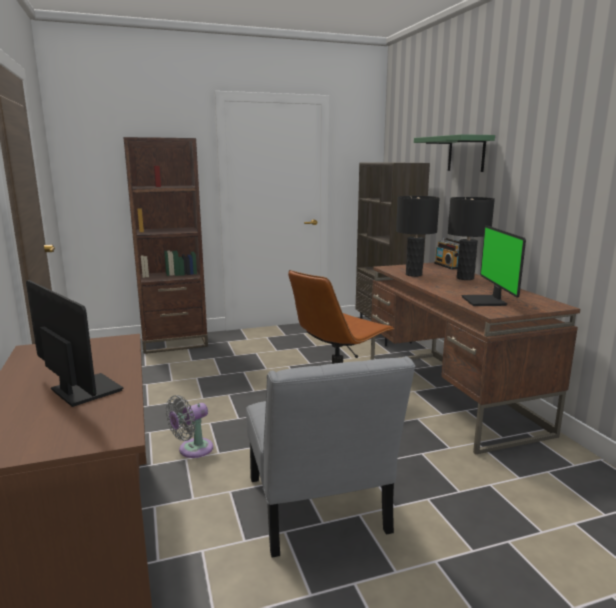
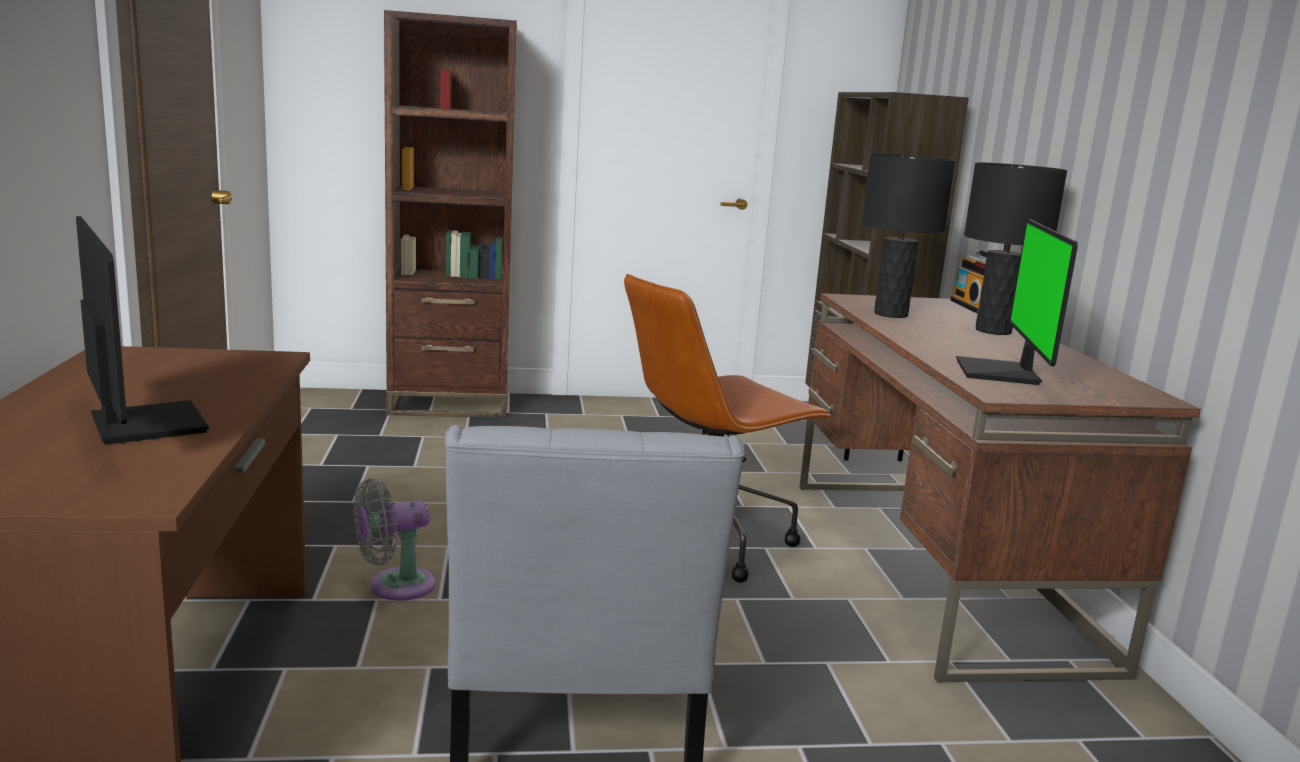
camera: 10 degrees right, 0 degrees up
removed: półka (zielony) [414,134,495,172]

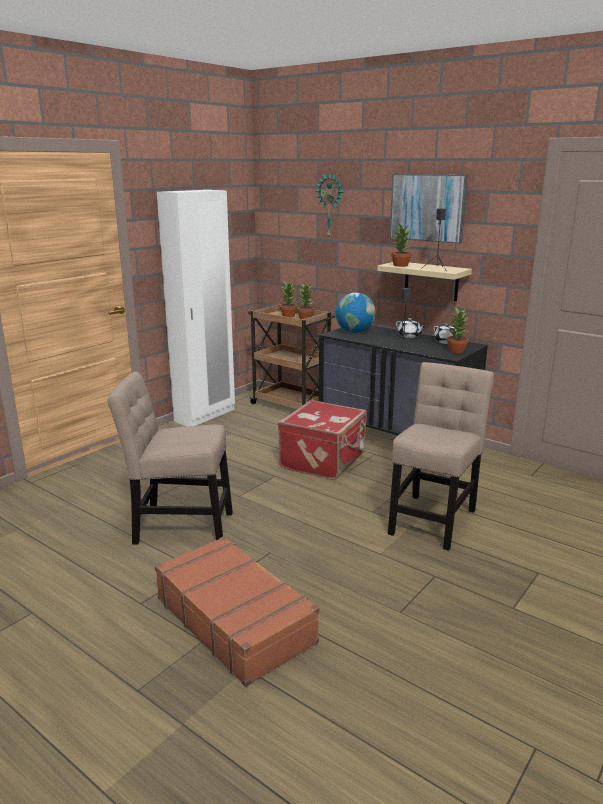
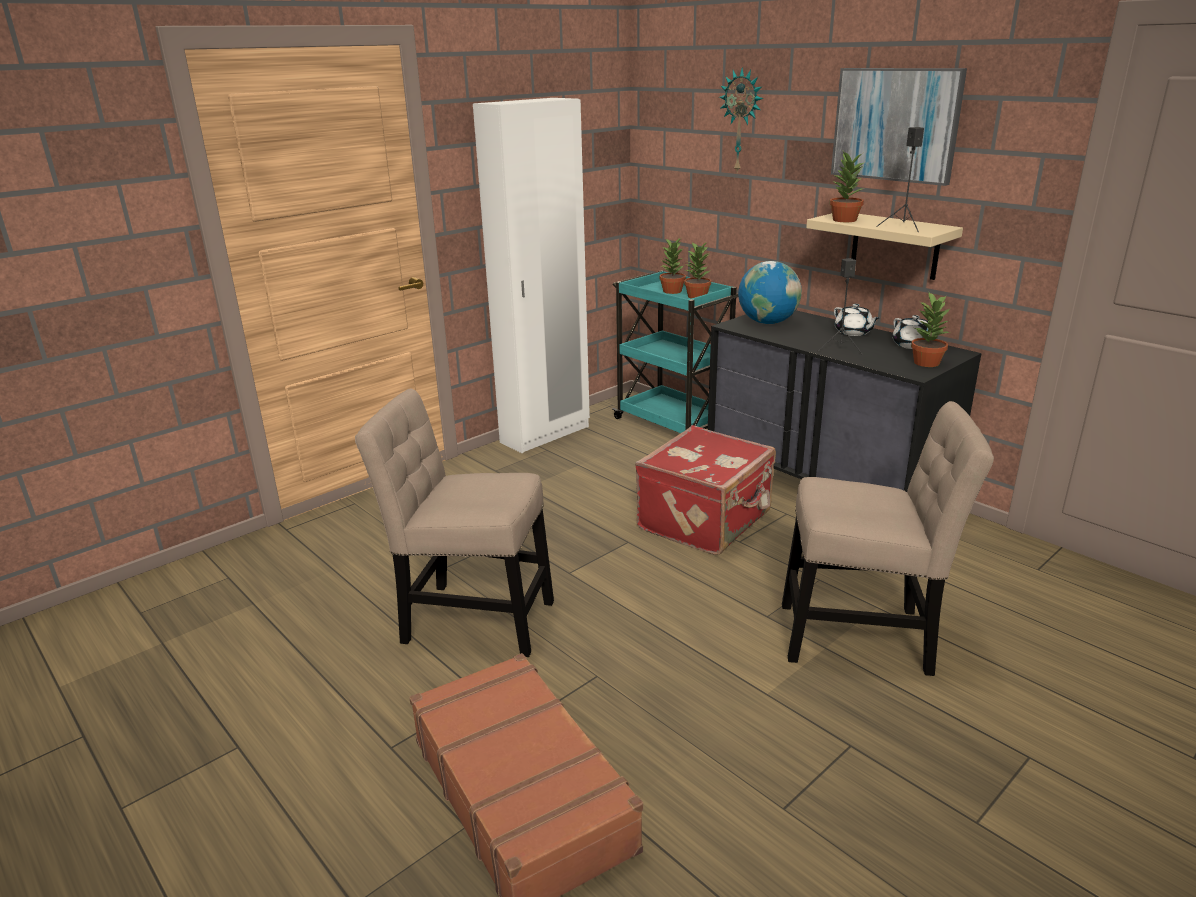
camera: 10 degrees right, 5 degrees up
recoloured: wózek (brązowy) [248,304,335,409] to wózek (turkusowy) [612,270,738,433]
turned: krzesło (beżowy) [388,362,494,551] = [782,401,994,676] 60 degrees clockwise

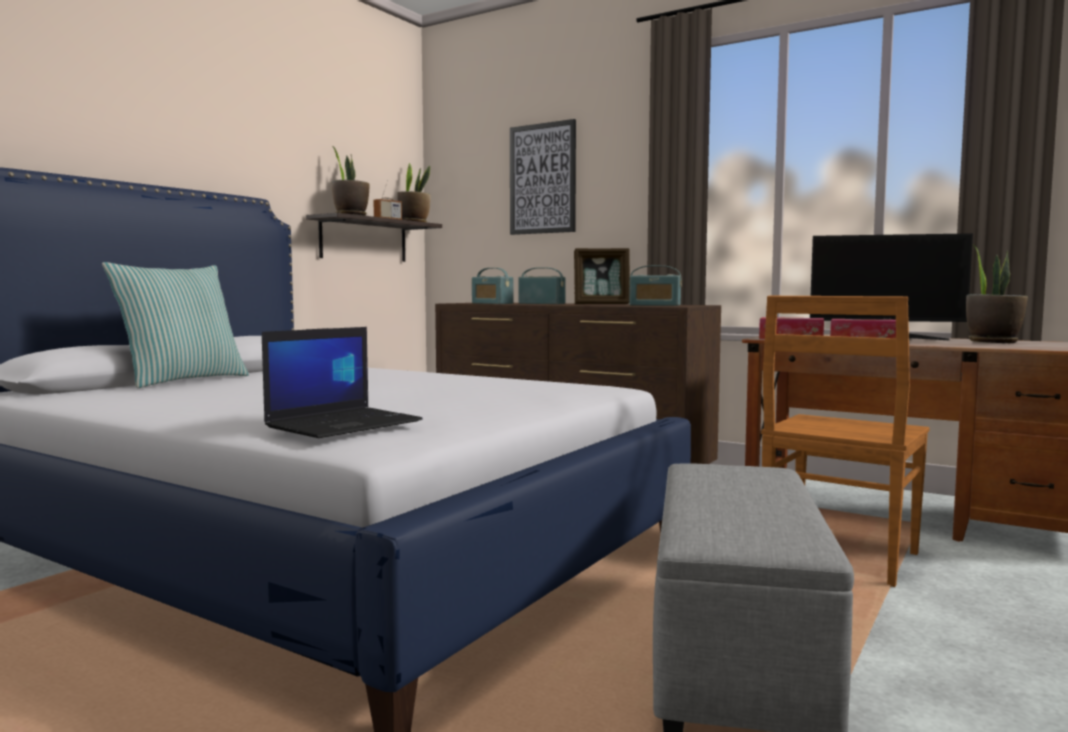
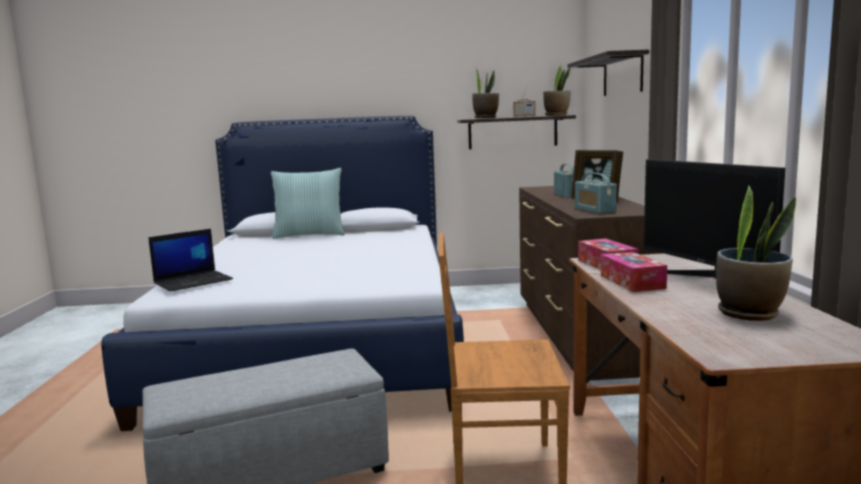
camera: 55 degrees right, 5 degrees up
removed: radio [472,268,513,304]
replaced: obraz [510,119,576,235] to półka [567,49,649,96]
turned: laptop [262,327,423,438] = [148,229,233,292] 45 degrees counterclockwise

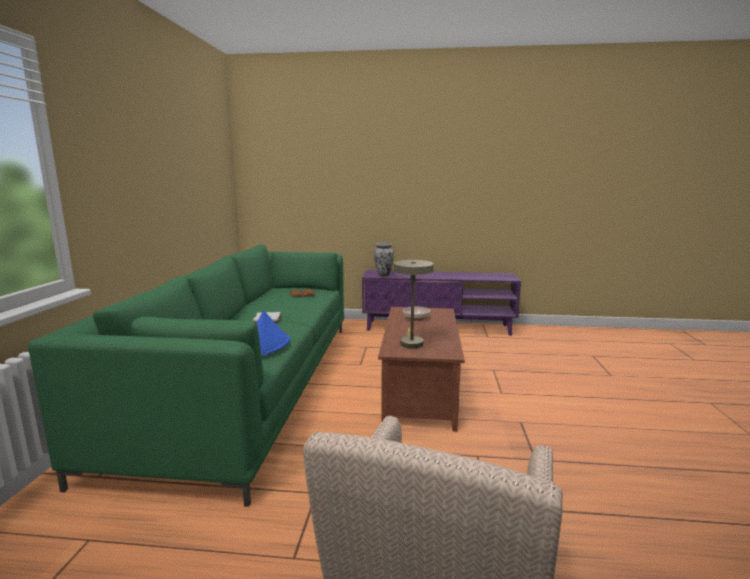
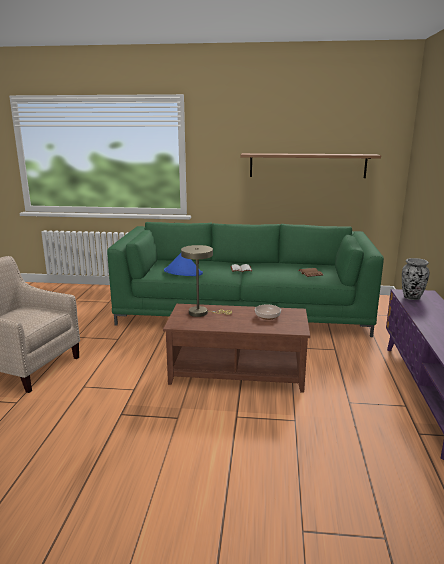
camera: 90 degrees right, 5 degrees up
added: półka [241,153,381,178]

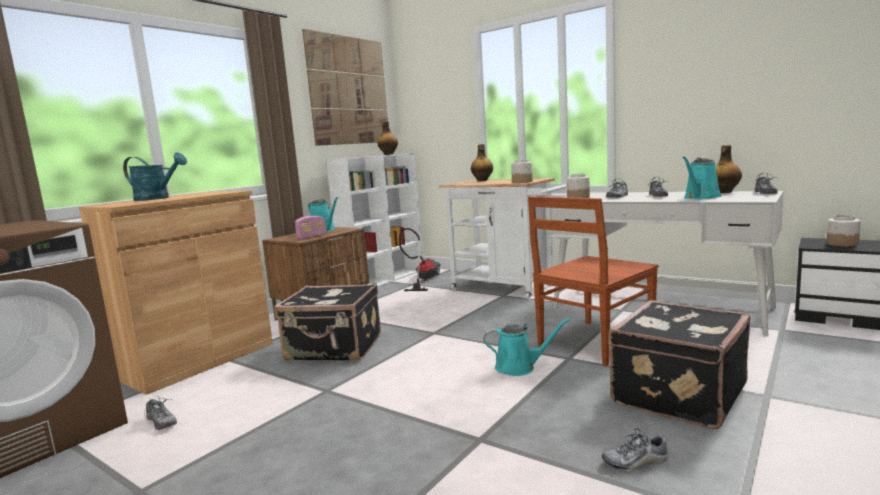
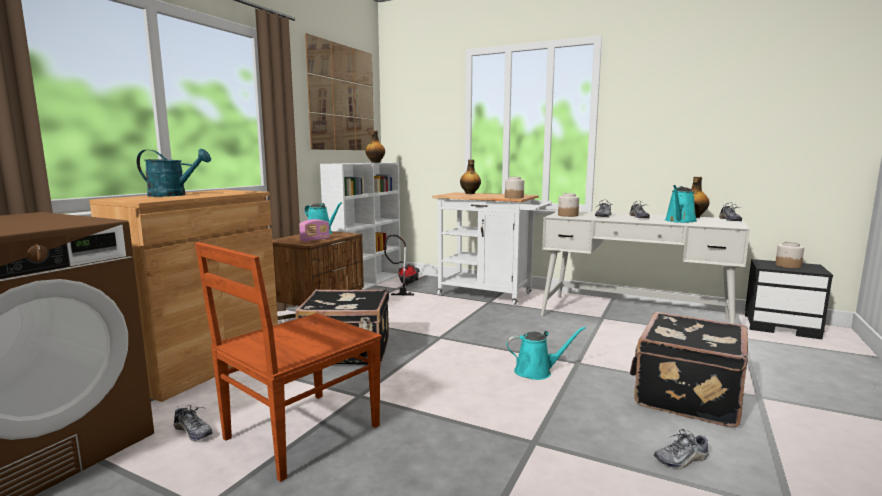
camera: 10 degrees left, 0 degrees up
moved: krzesło (brązowy) [528,196,659,366] to [195,242,382,482]

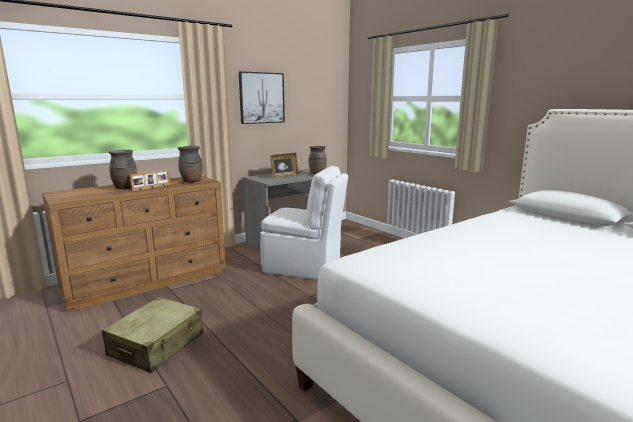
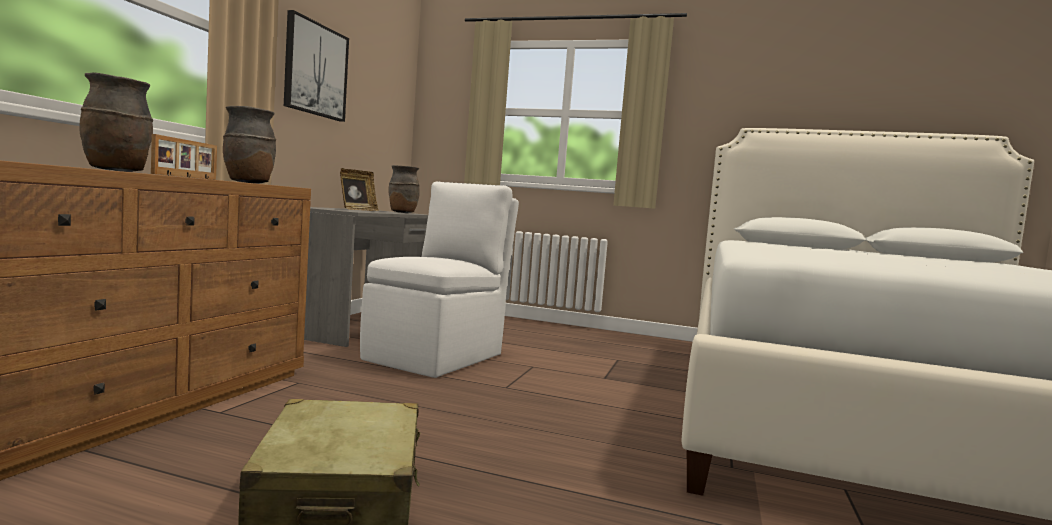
camera: 35 degrees left, 10 degrees down
turned: krzesło (biały) [260,166,348,280] = [360,181,519,378] 45 degrees counterclockwise

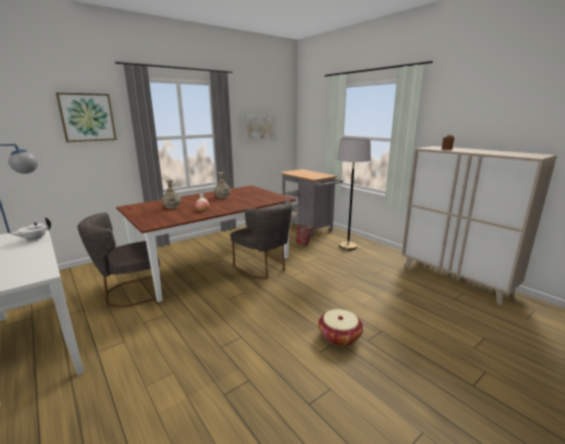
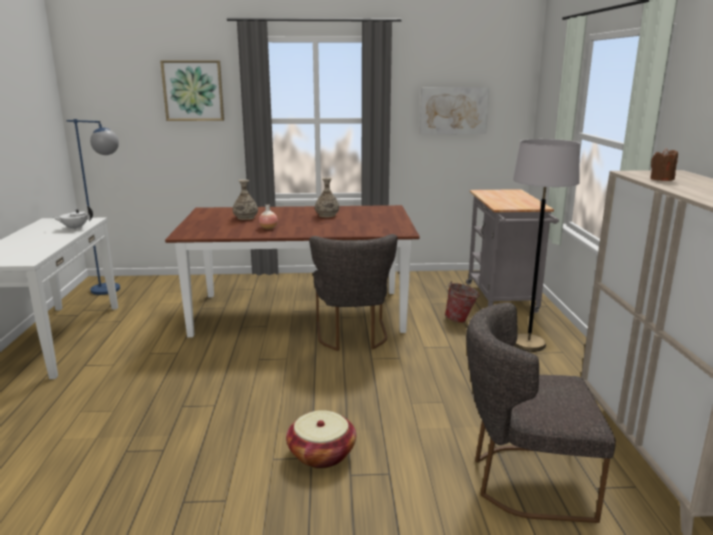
camera: 35 degrees right, 0 degrees up
moved: krzesło (szary) [77,212,163,308] to [466,302,616,523]

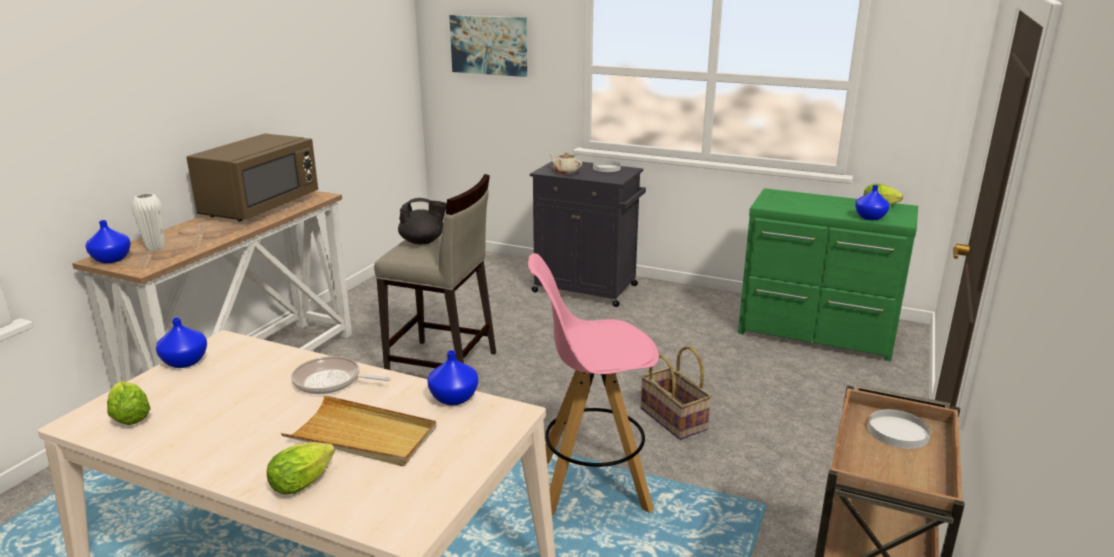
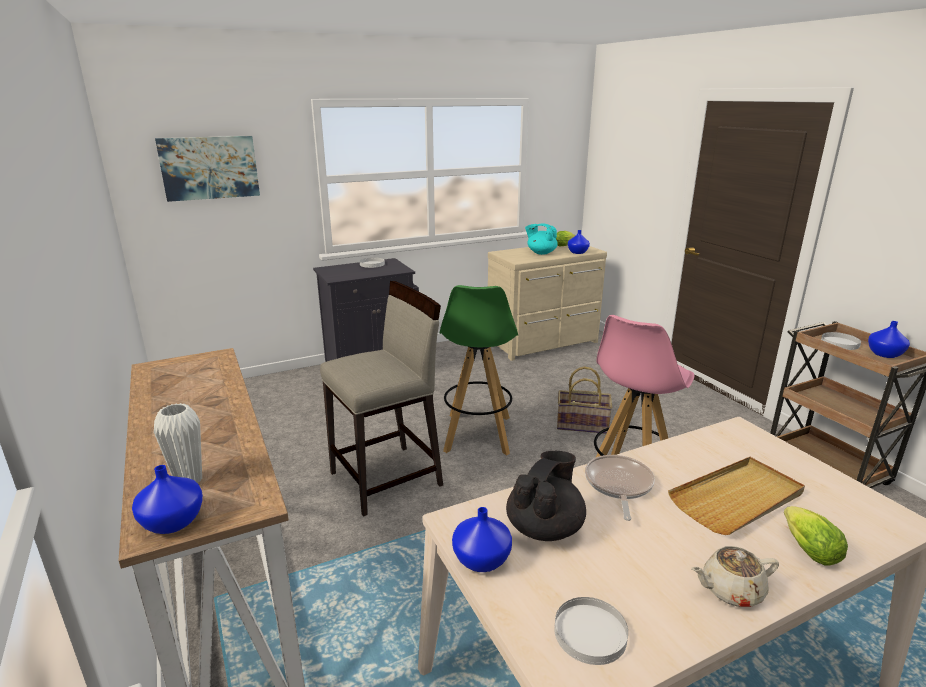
camera: 50 degrees left, 0 degrees up
removed: mikrofalówka (brązowy) [186,134,318,222]
added: stołek (zielony) [440,285,518,456]; imbryk (turkusowy) [525,223,558,255]
moved: imbryk (czarny) [398,198,447,244] to [506,451,586,541]; wazon (niebieski) [427,350,478,406] to [868,321,910,358]; imbryk (beżowy) [549,152,582,174] to [691,546,779,607]
replaced: sałata [107,381,151,425] to talerz (biały) [554,597,628,665]
recoloured: komoda (zielony) [738,188,918,362] to komoda (beżowy) [488,245,607,361]
turned: patelnia [291,356,391,394] = [585,455,655,521] 135 degrees clockwise

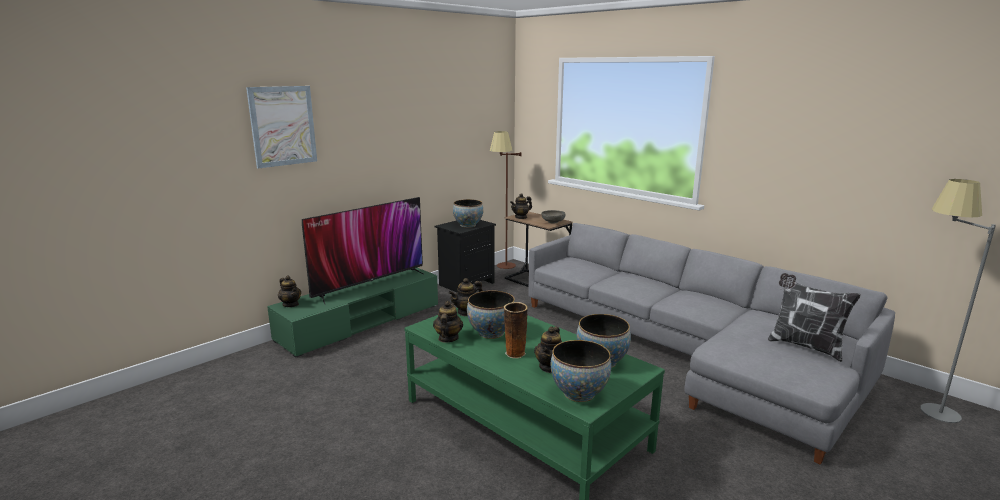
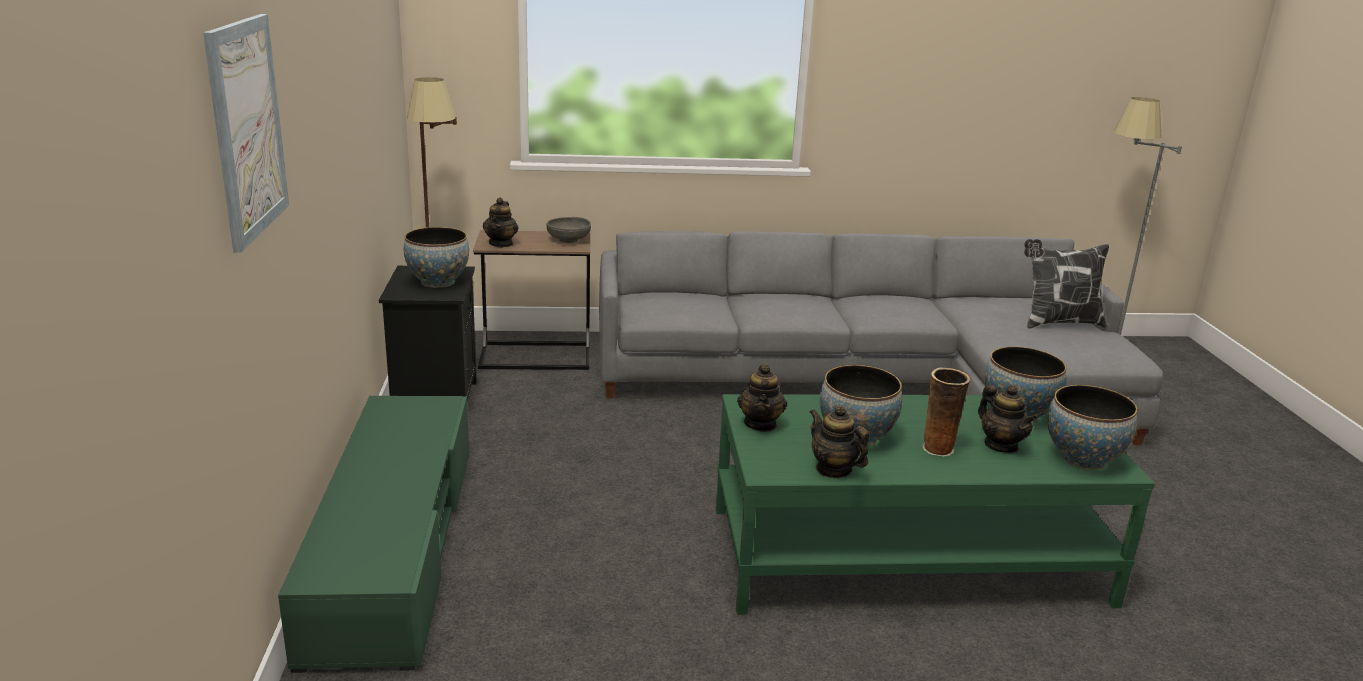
camera: 50 degrees left, 5 degrees up
removed: imbryk [278,276,301,307]; telewizor [302,197,425,306]

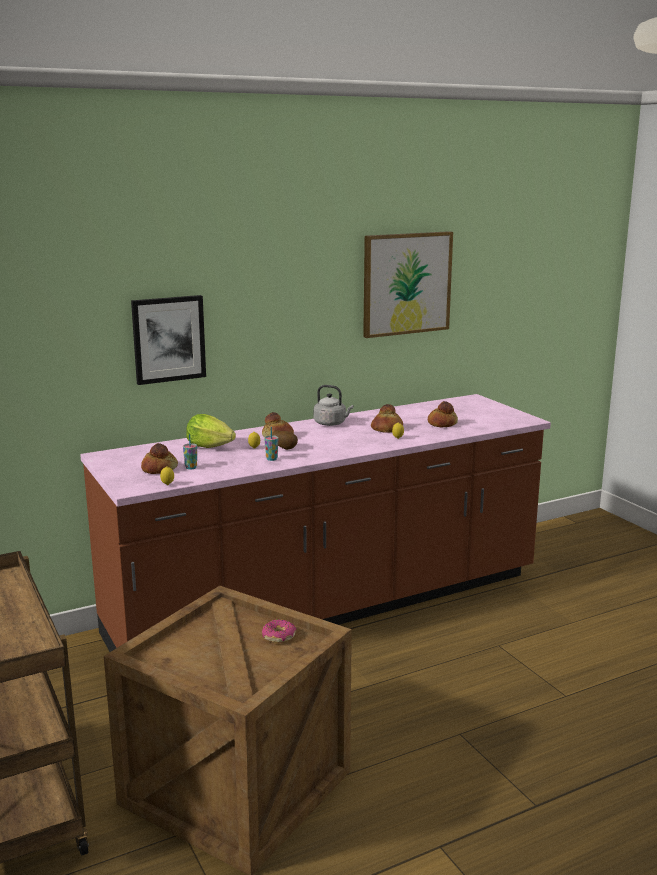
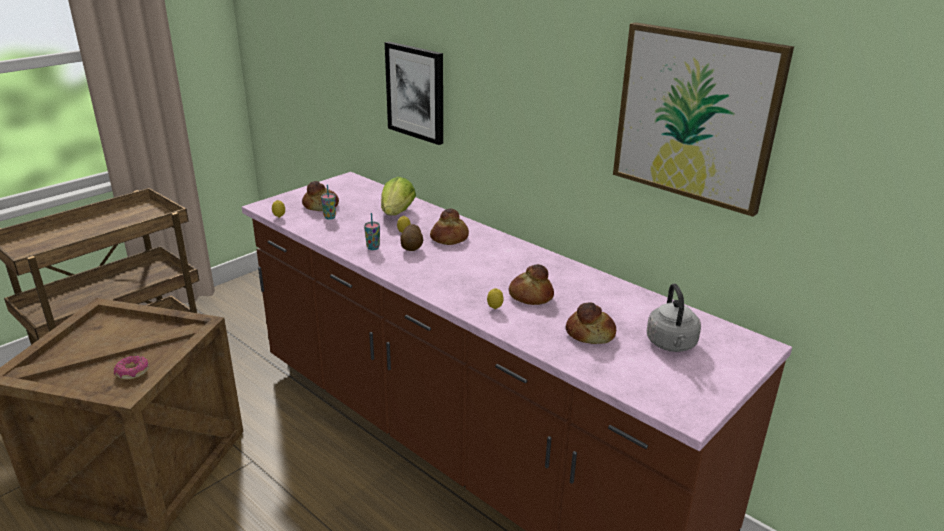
camera: 70 degrees right, 10 degrees up
moved: czajnik (szary) [314,385,354,426] to [647,283,701,352]

